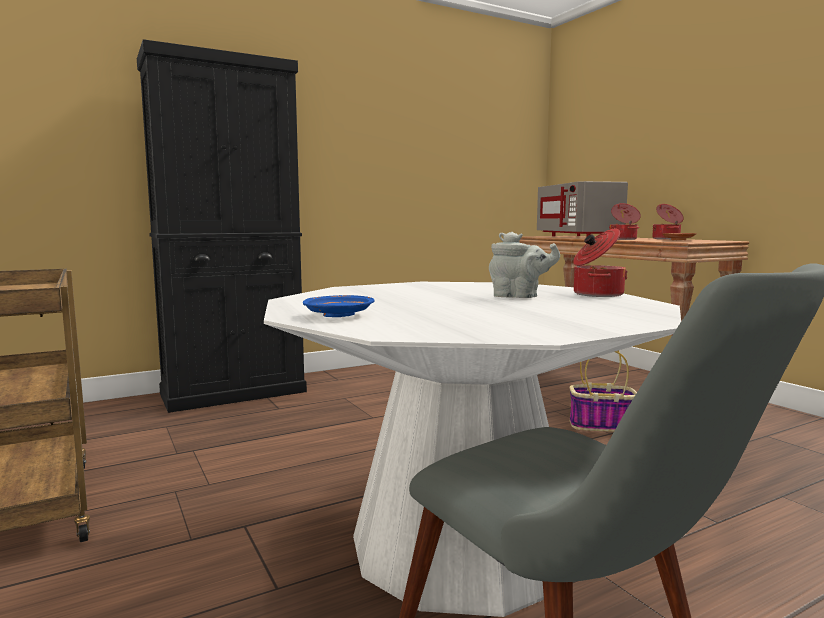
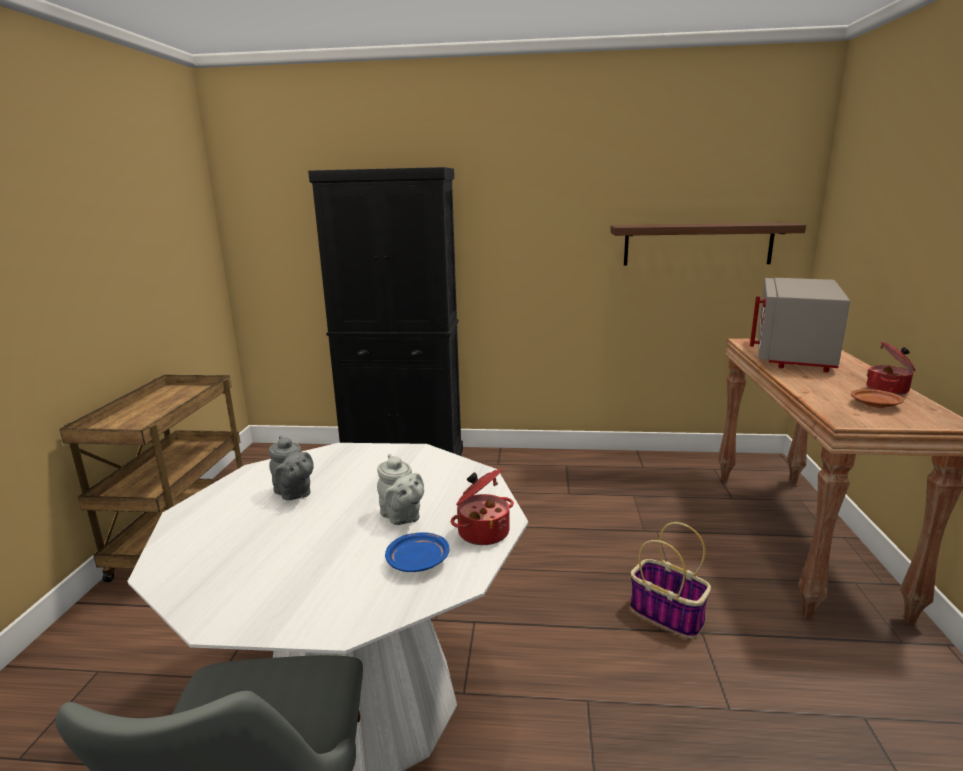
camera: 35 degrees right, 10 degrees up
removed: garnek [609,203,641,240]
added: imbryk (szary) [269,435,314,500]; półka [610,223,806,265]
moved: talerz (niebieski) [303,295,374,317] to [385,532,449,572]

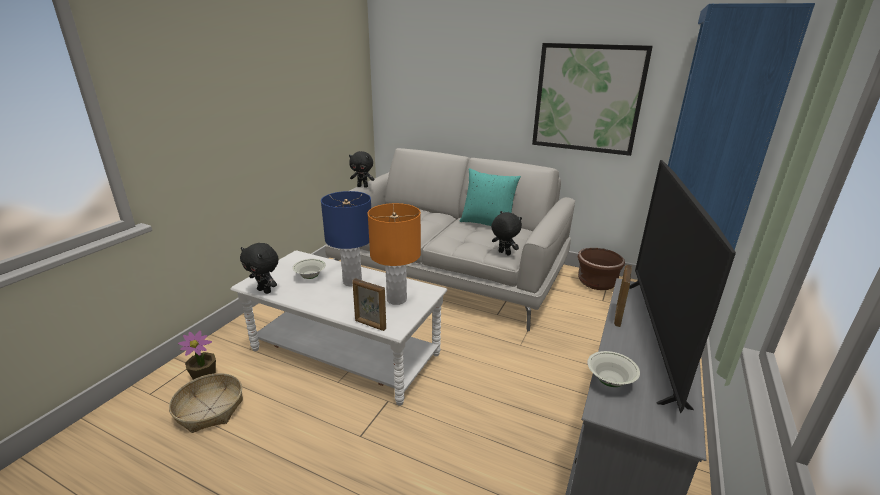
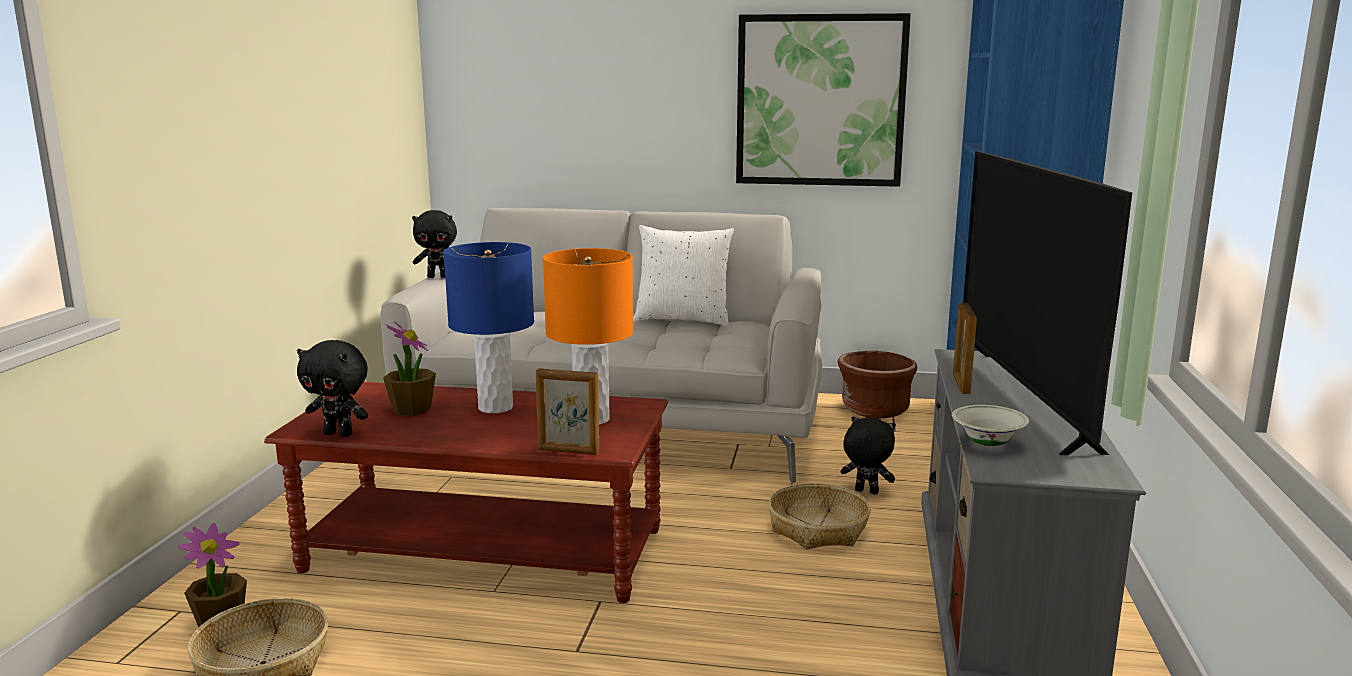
camera: 15 degrees left, 10 degrees down
added: koszyk [769,483,871,549]
moved: pluszak (czarny) [491,211,522,256] to [840,417,896,495]
replaced: miska (biały) [292,259,326,279] to roślina doniczkowa [383,322,436,416]
recoloured: ława (biały) [230,250,447,406] to ława (brązowy) [264,382,668,603]; poduszka (turkusowy) [460,168,521,226] to poduszka (biały) [633,225,734,326]

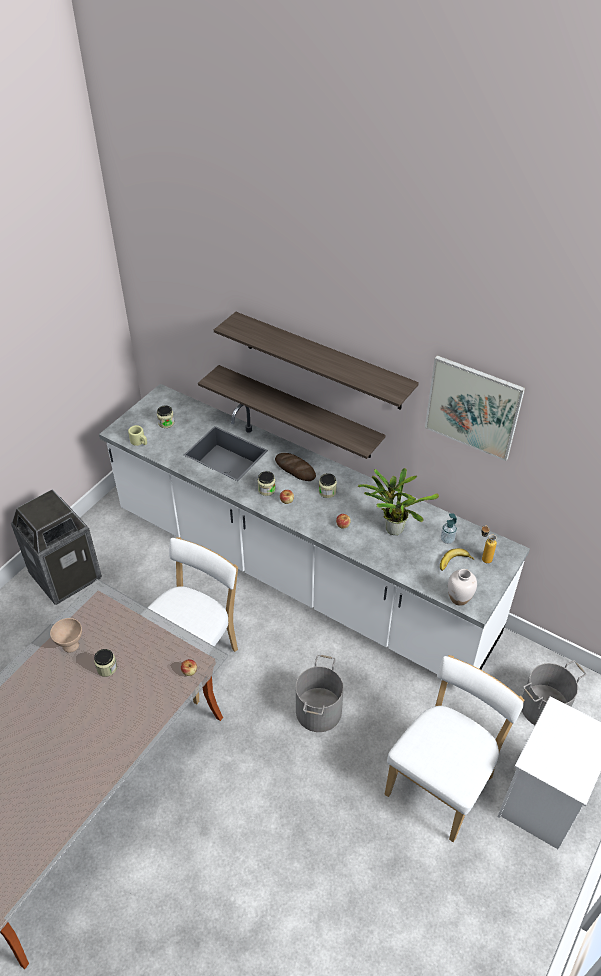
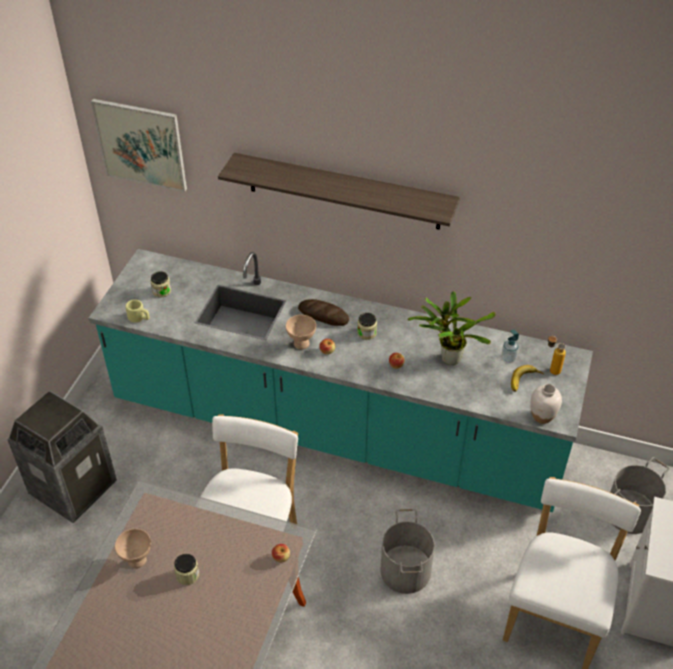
camera: 15 degrees left, 0 degrees up
removed: półka [198,365,385,459]
moved: obraz [425,355,525,461] to [91,99,187,192]
replaced: słoik [258,471,276,496] to miska (beżowy) [286,315,316,349]
recoloured: zabudowa kuchenna (biały) [99,384,530,675] to zabudowa kuchenna (turkusowy) [89,249,593,512]

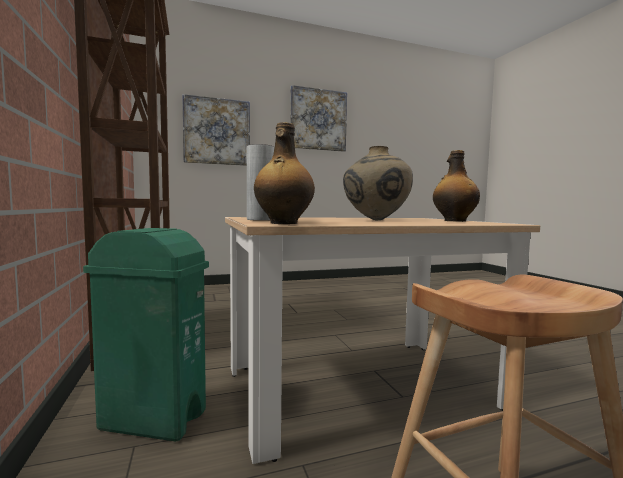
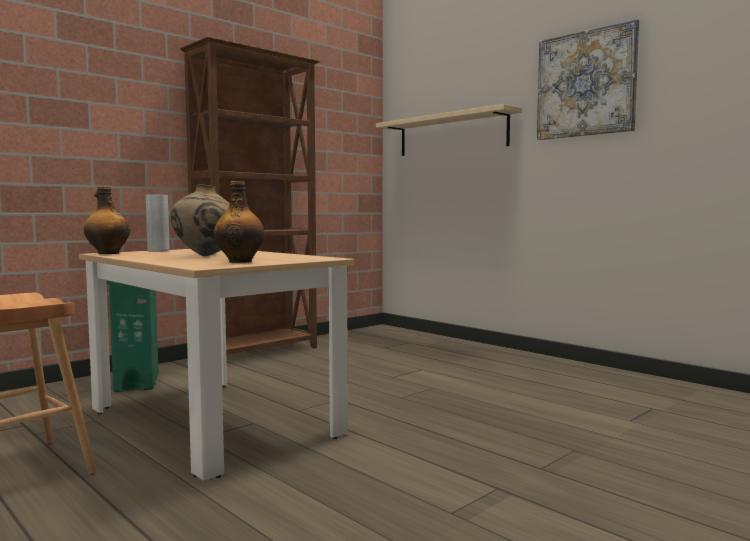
camera: 65 degrees right, 0 degrees up
replaced: obraz [182,94,250,166] to półka (beżowy) [376,104,522,156]

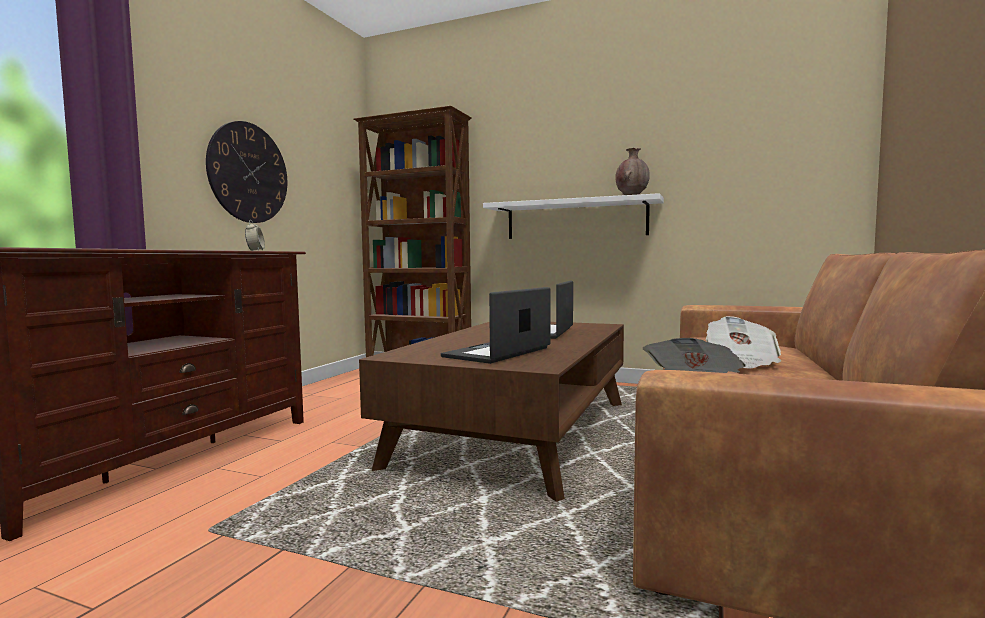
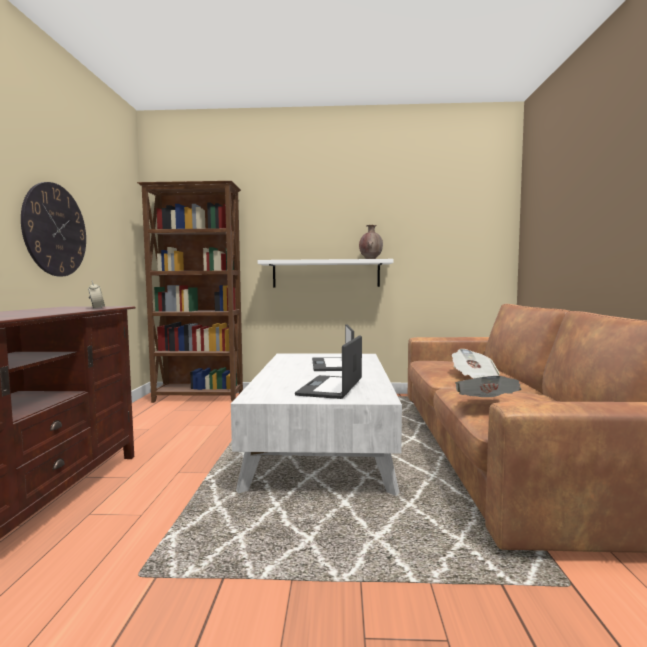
camera: 20 degrees left, 0 degrees up
recoloured: ława (brązowy) [359,322,624,502] to ława (biały) [231,354,402,496]

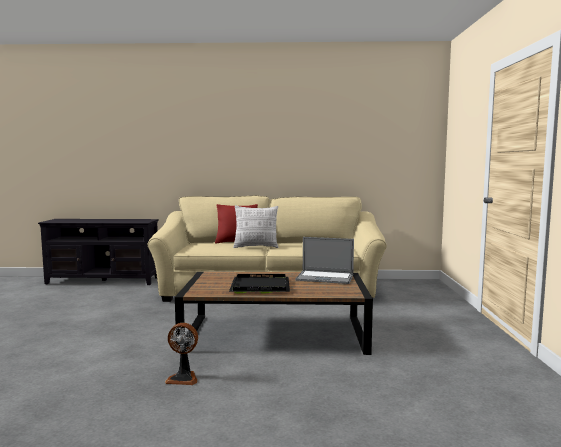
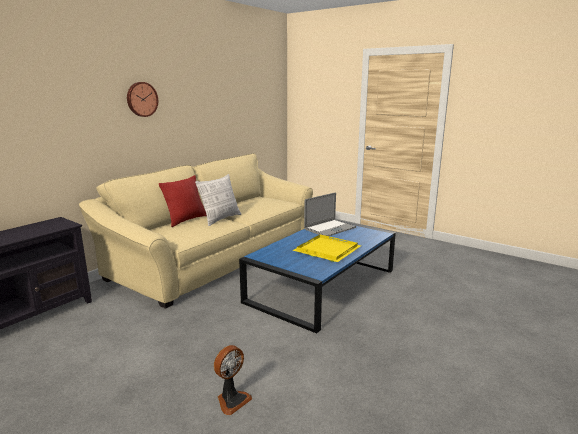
camera: 55 degrees left, 10 degrees up
added: zegar ścienny [127,82,158,117]
moved: wentylator [165,323,198,385] to [214,345,252,415]
recoloured: ława (brązowy) [175,271,373,355] to ława (niebieski) [239,220,396,333]; taca (czarny) [229,274,290,294] to taca (żółty) [293,234,361,262]

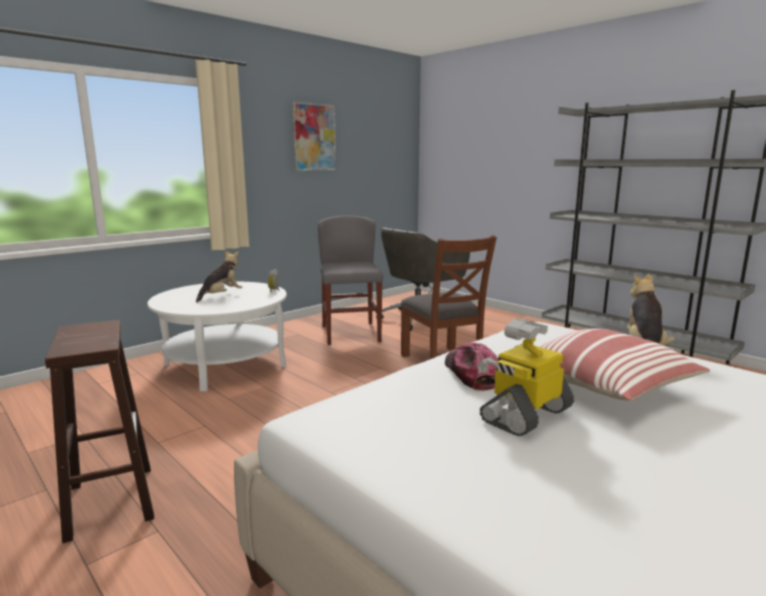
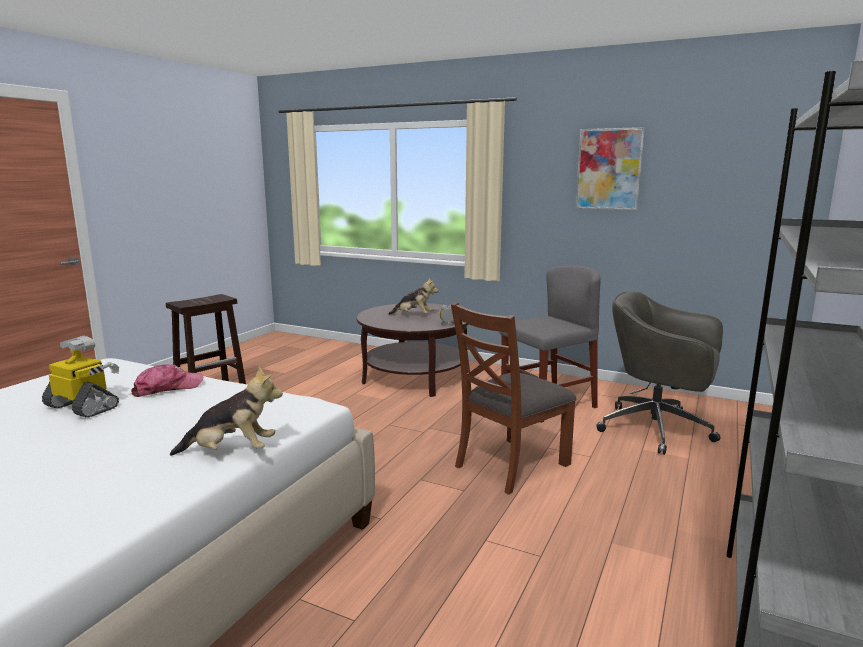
camera: 70 degrees right, 0 degrees up
removed: poduszka [539,329,710,401]
recoloured: ława (biały) [148,282,287,391] to ława (brązowy) [356,303,469,397]

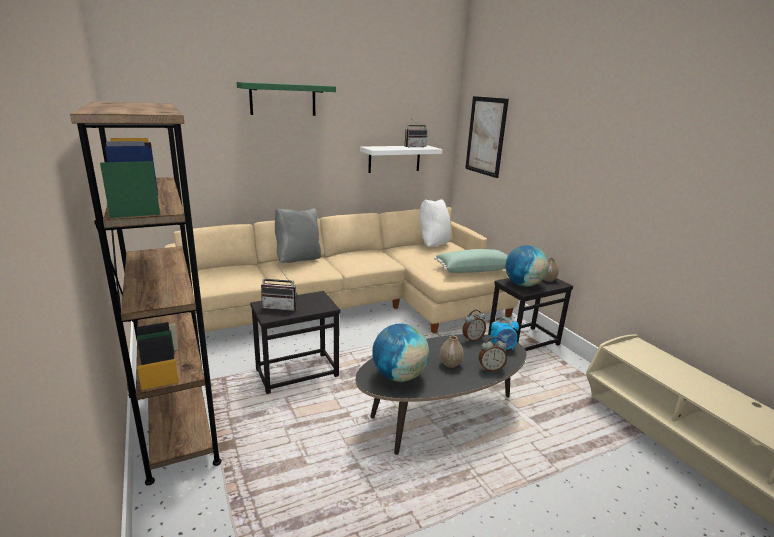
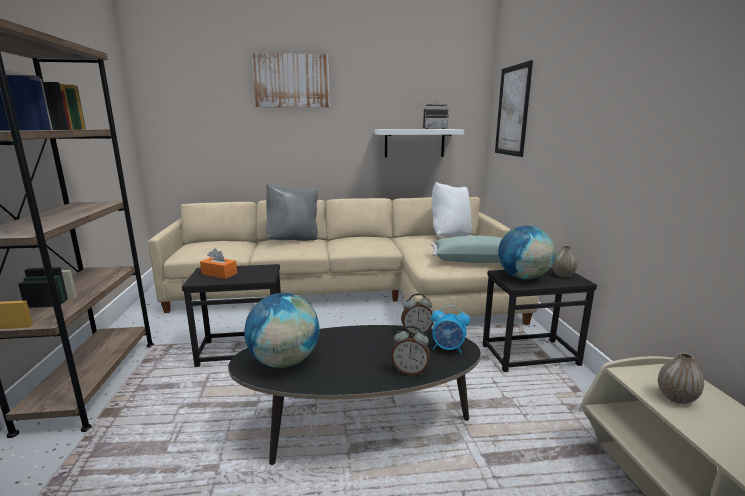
camera: 20 degrees right, 5 degrees down
moved: wazon [440,336,464,368] to [658,352,704,404]
replaced: półka (zielony) [237,82,336,116] to obraz [252,53,330,107]; radio [261,268,297,311] to pudełko chusteczek (pomarańczowy) [200,248,237,279]

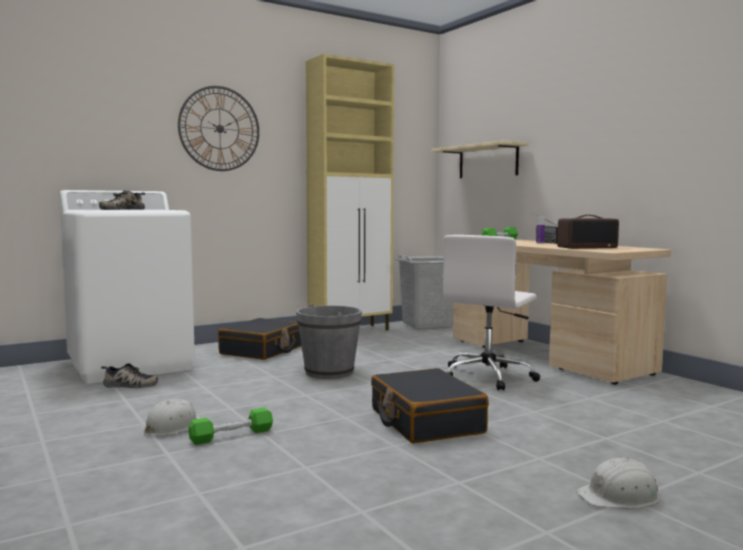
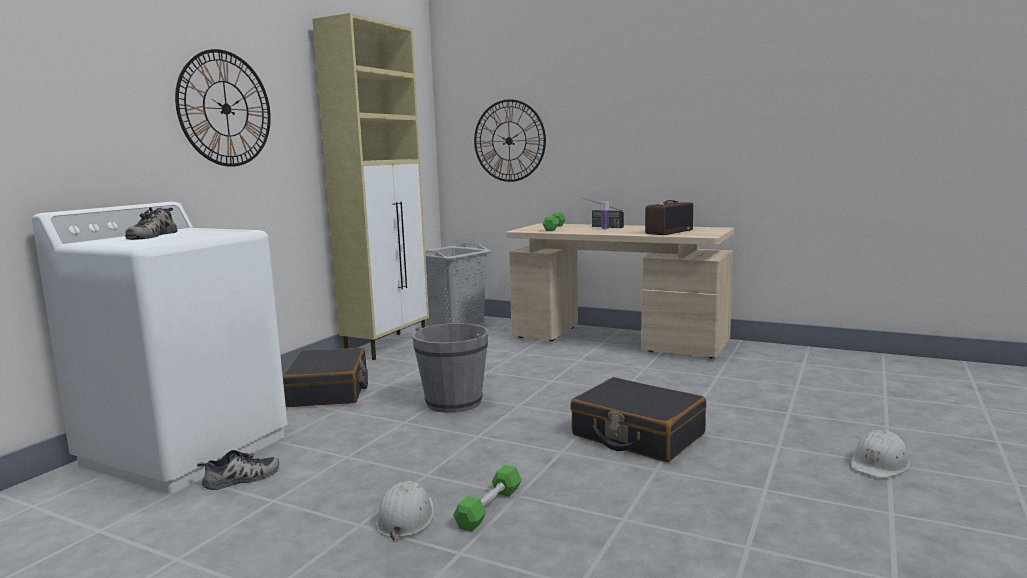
camera: 30 degrees left, 5 degrees up
removed: krzesło biurowe (biały) [443,235,540,390]
replaced: półka (beżowy) [431,140,528,178] to zegar ścienny [474,99,546,182]

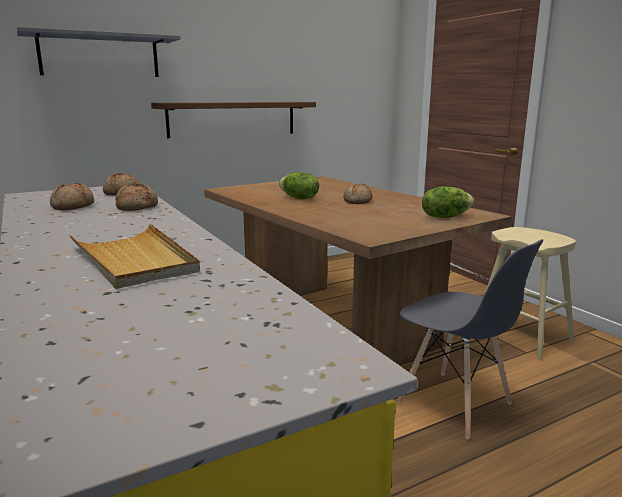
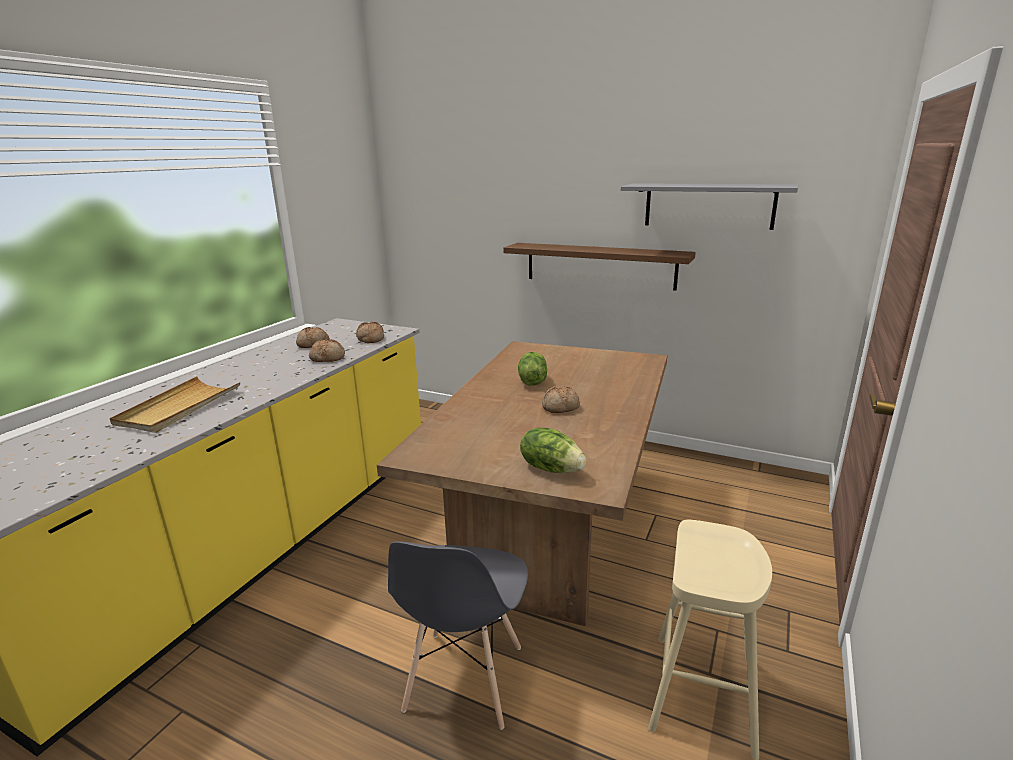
camera: 55 degrees right, 5 degrees up
moved: półka (szary) [17,27,181,77] to [621,183,798,230]

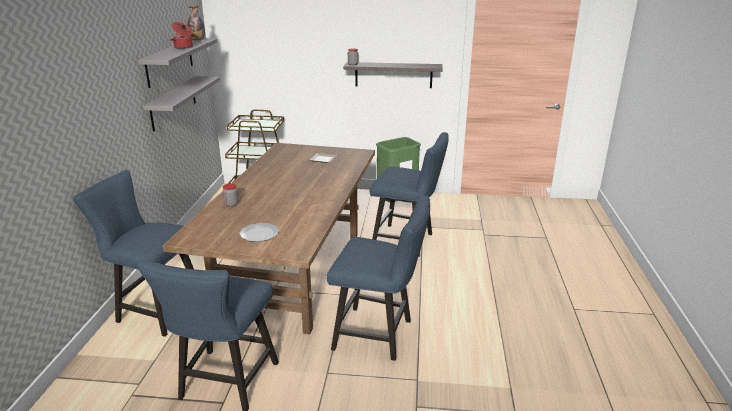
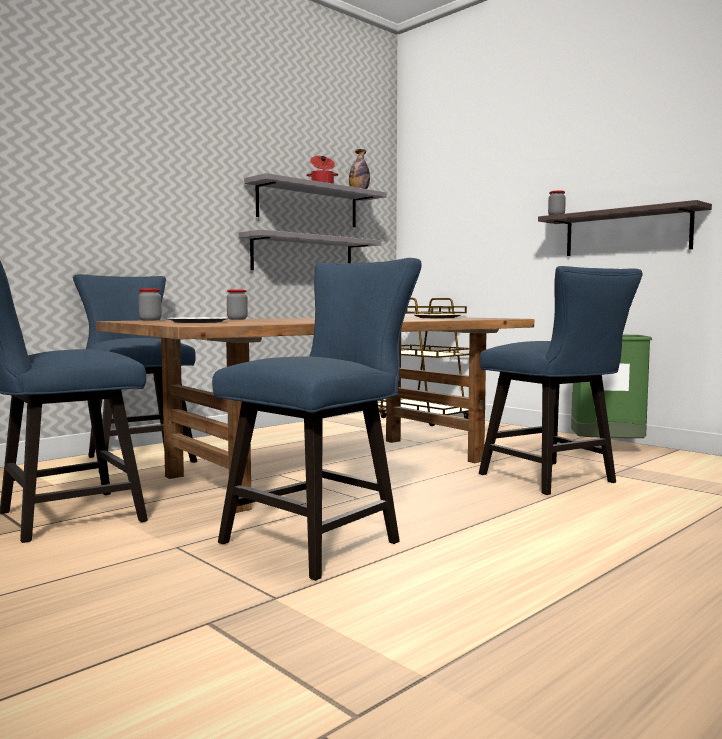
camera: 40 degrees right, 20 degrees down
added: słoik [138,289,162,321]
turned: krzesło (niebieski) [327,195,430,361] = [212,258,422,581] 105 degrees counterclockwise

